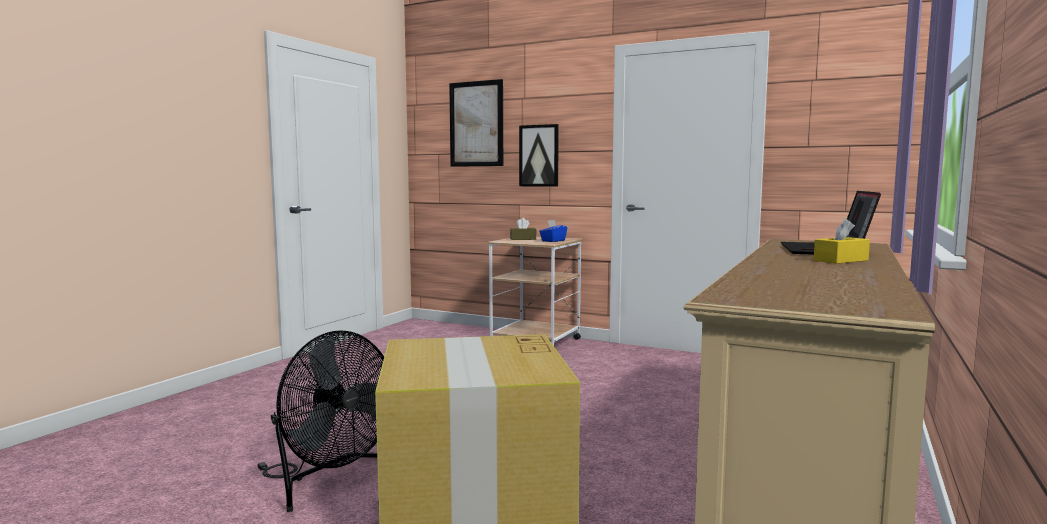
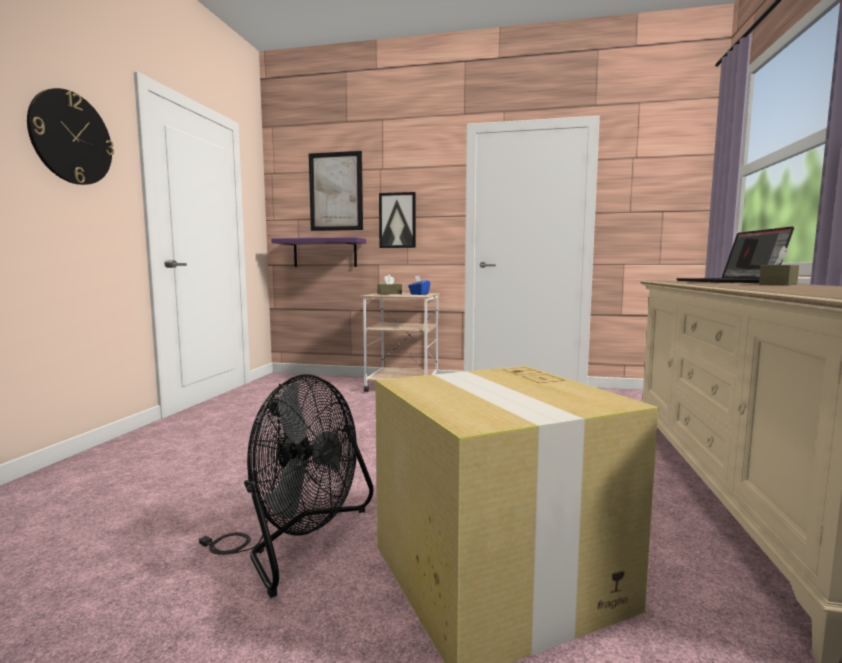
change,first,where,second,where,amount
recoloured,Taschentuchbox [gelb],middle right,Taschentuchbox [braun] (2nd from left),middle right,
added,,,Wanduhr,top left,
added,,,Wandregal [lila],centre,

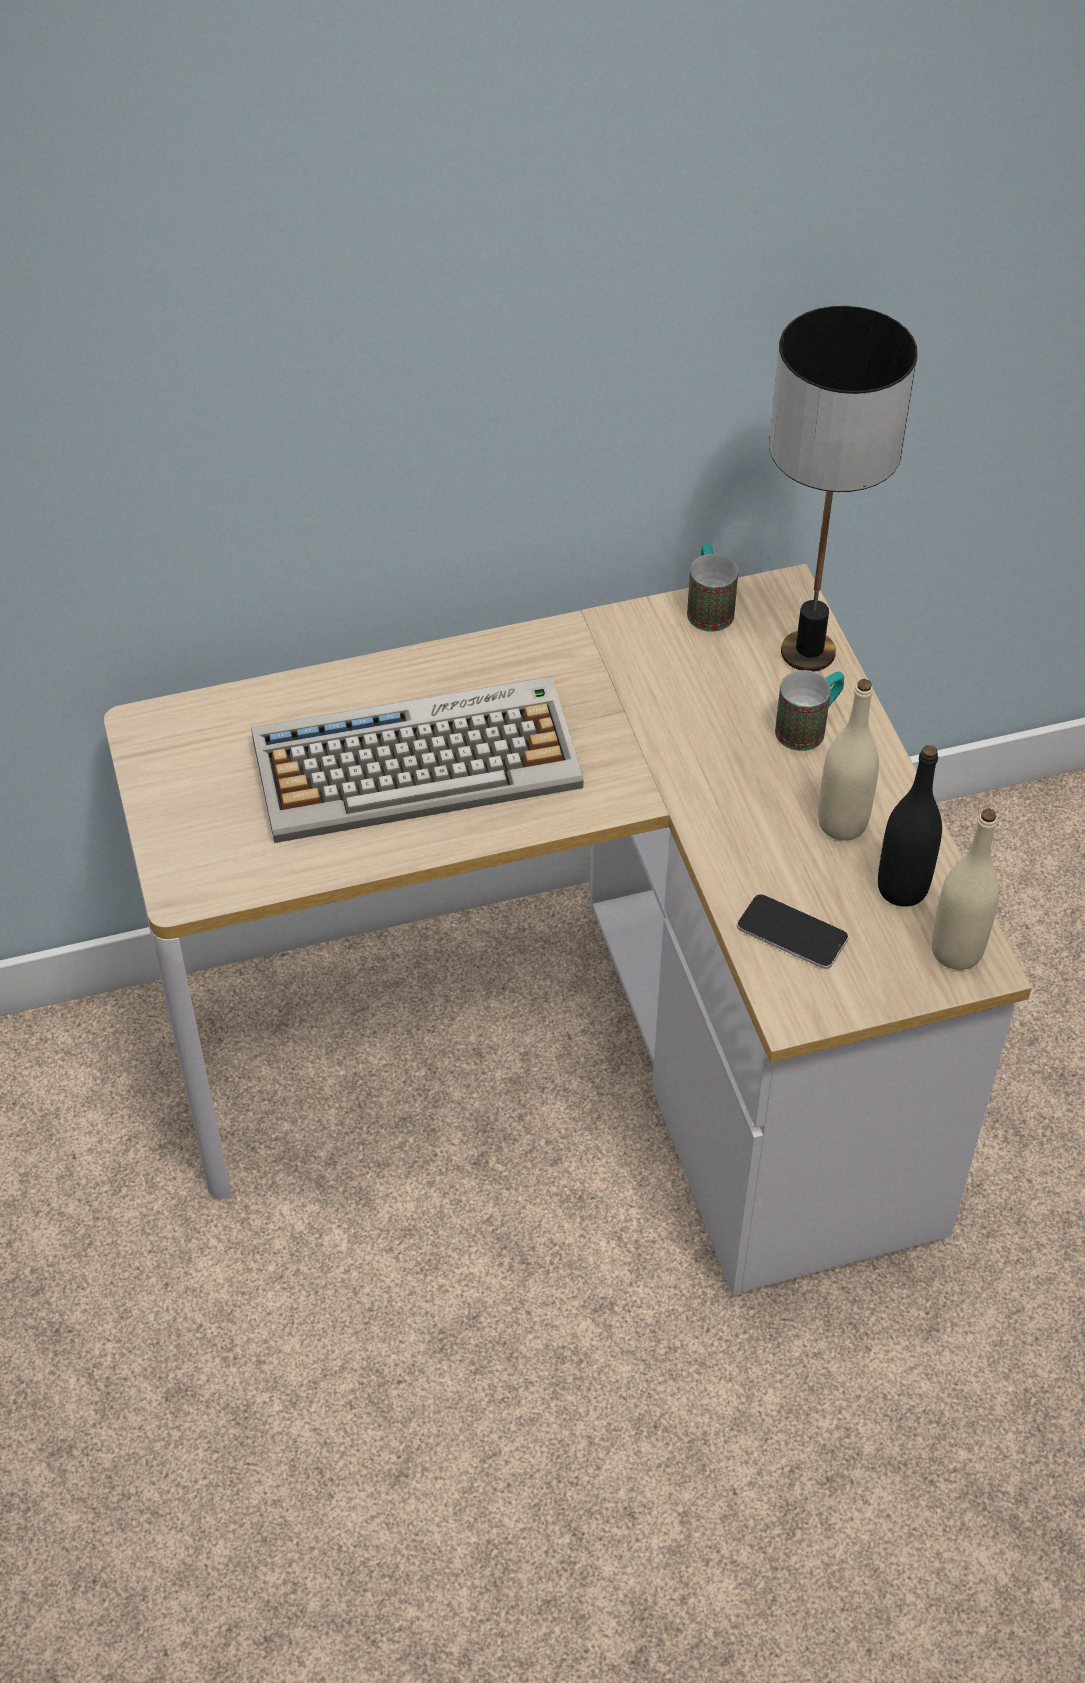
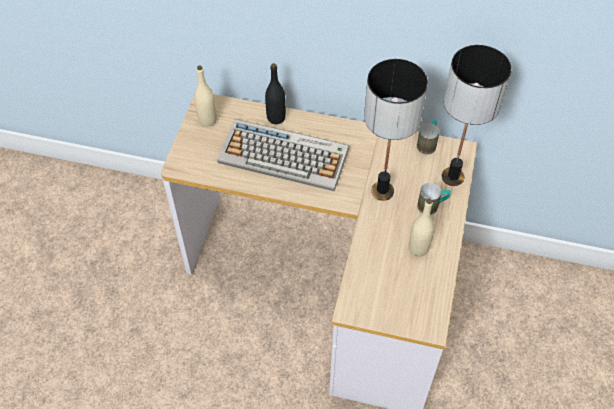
change,first,where,second,where,amount
moved,Flasche [schwarz],middle right,,top centre,
moved,Flasche [beige] (2nd from left in the first image),middle right,Flasche [beige] (1st from left),top centre,
removed,Handy,middle right,,,
added,,,Tischlampe (1st from left),top centre,

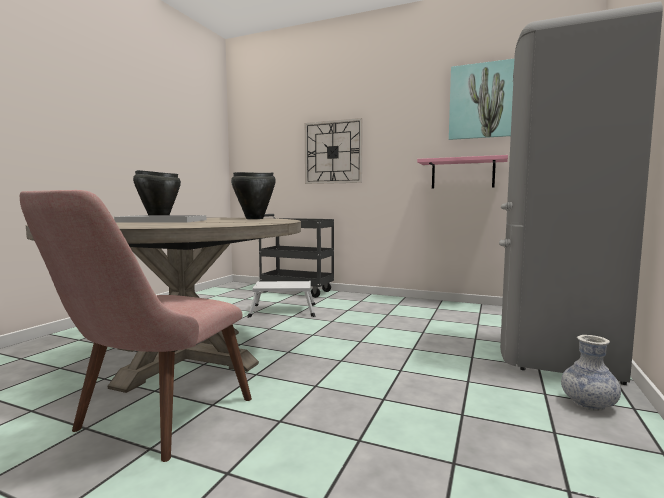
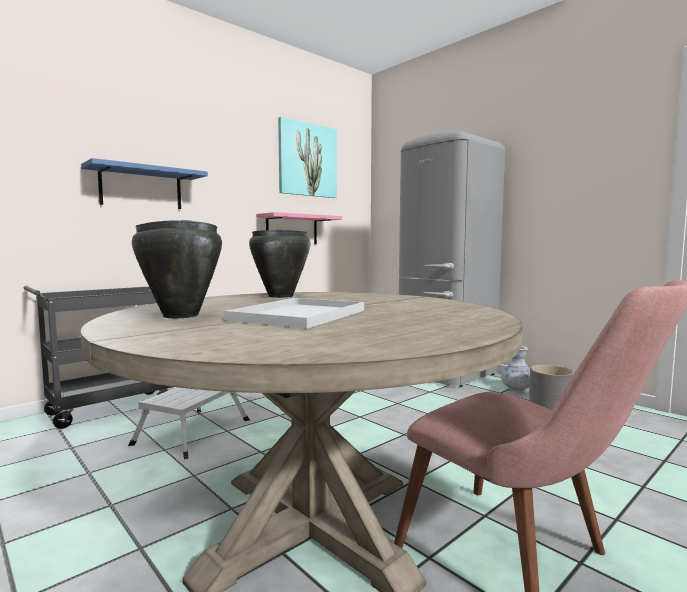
change,first,where,second,where,amount
replaced,Wanduhr,top centre,Wandregal [blau],top left,
added,,,Pflanzkübel [grau],middle right,

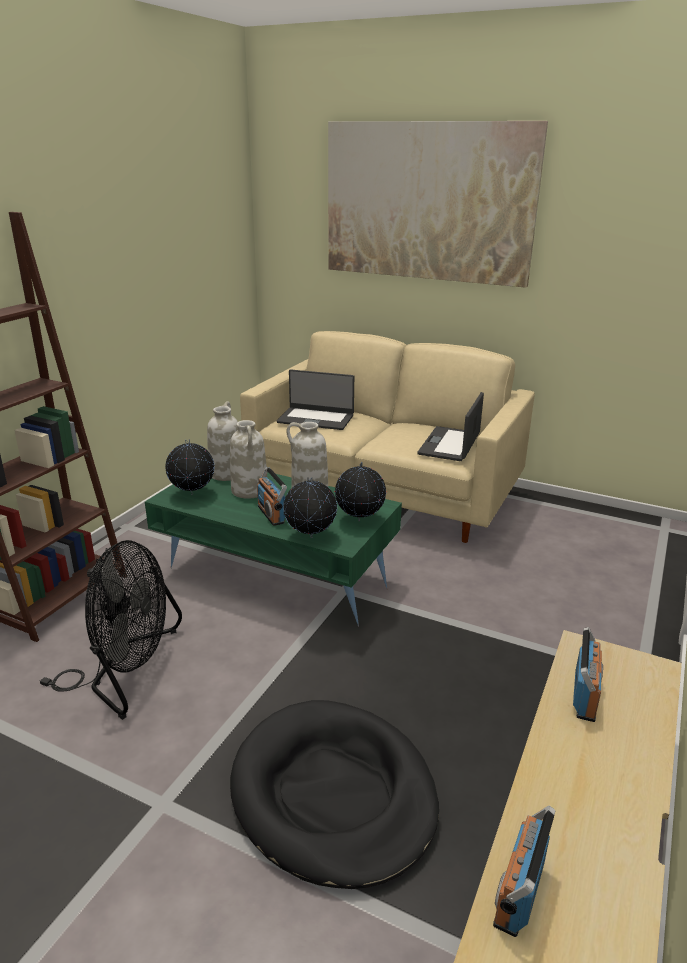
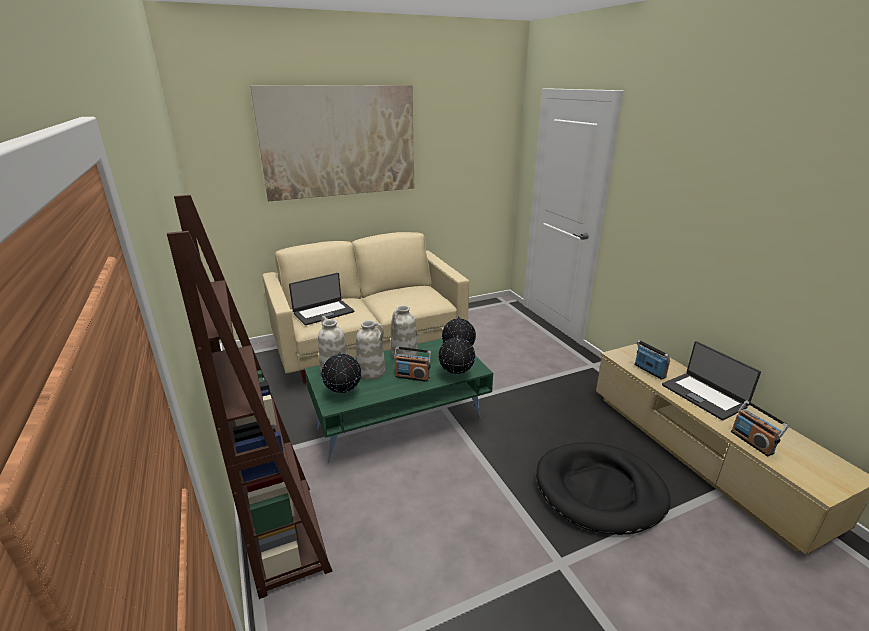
change,first,where,second,where,amount
moved,Laptop (2nd from left),centre,,middle right,
removed,Ventilator [schwarz],middle left,,,

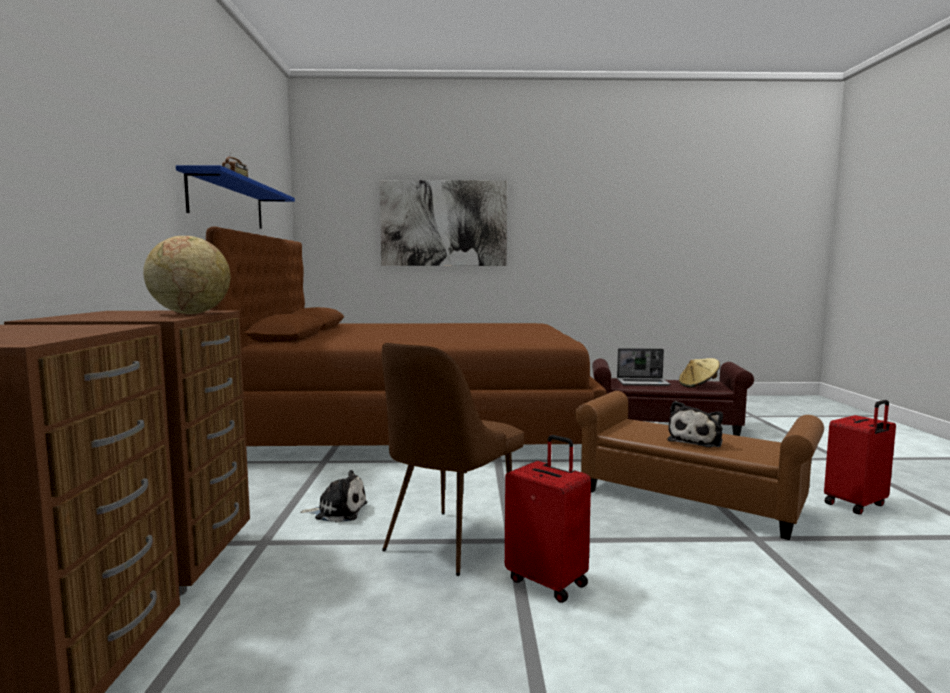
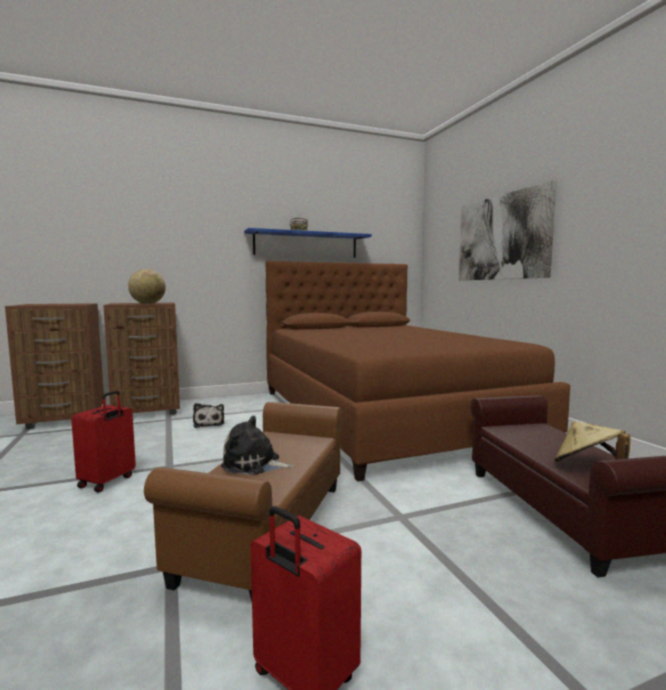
change,first,where,second,where,amount
removed,Stuhl [braun],centre,,,
removed,Laptop,middle right,,,

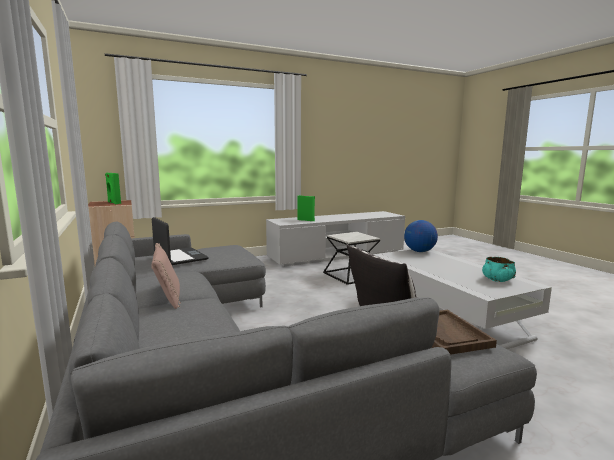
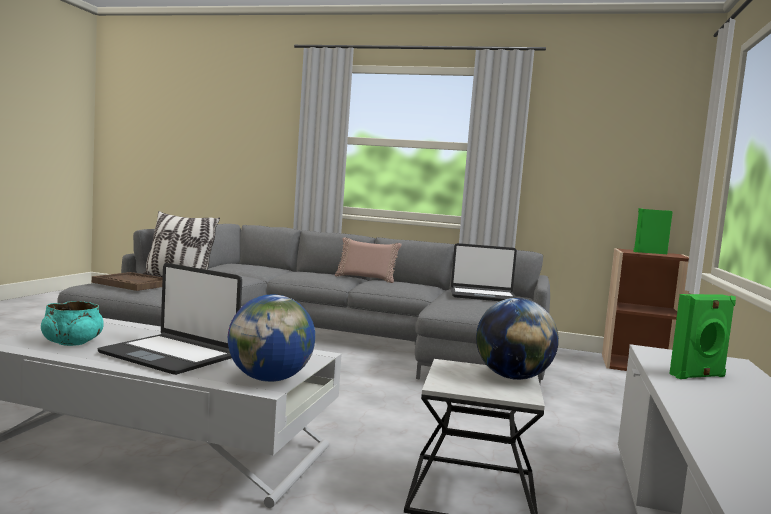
change,first,where,second,where,amount
added,,,Laptop (1st from left),middle left,
added,,,Globus (2nd from left),middle right,

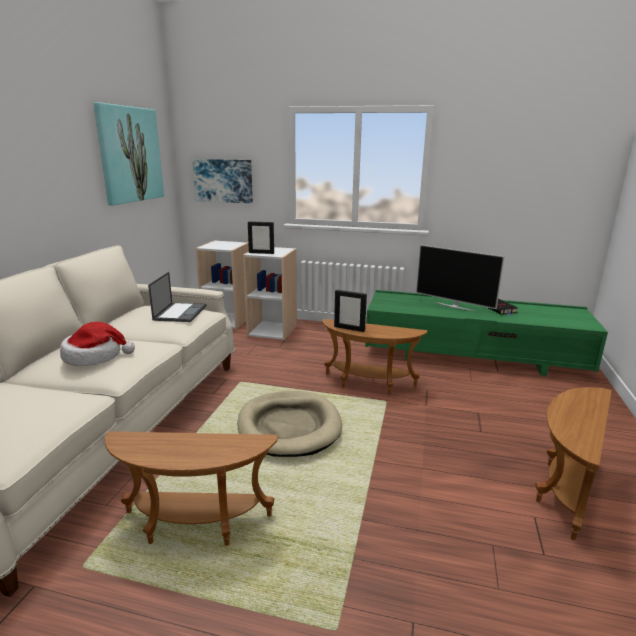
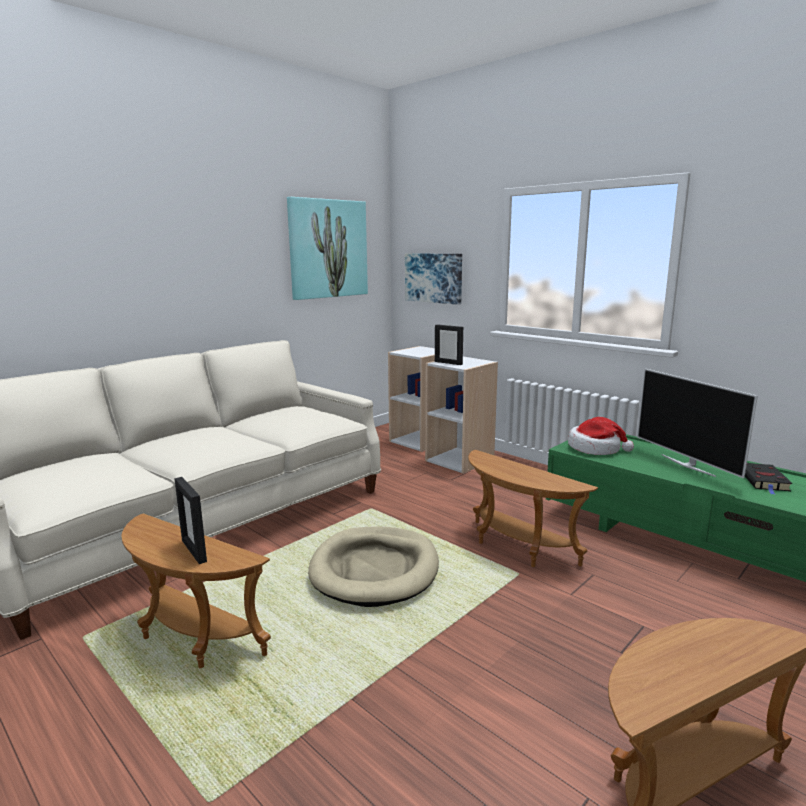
change,first,where,second,where,amount
removed,Laptop,middle left,,,
moved,Bilderrahmen (2nd from left in the first image),centre,Bilderrahmen (1st from left),middle left,
moved,Hut,middle left,,middle right,

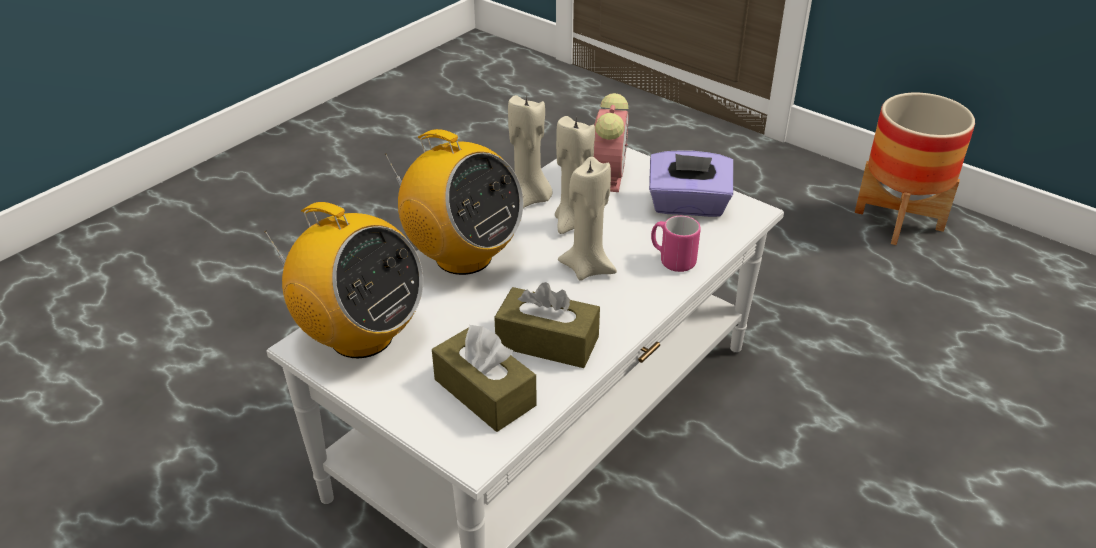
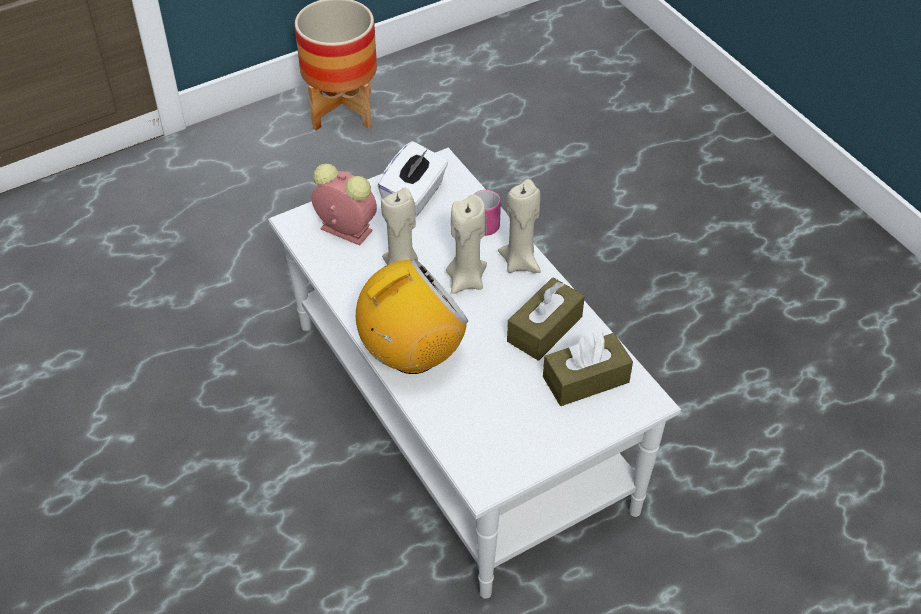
change,first,where,second,where,amount
moved,Kerze [beige] (1st from left in the first image),top centre,Kerze [beige] (3rd from left),centre,
recoloured,Taschentuchbox [lila],centre,Taschentuchbox [weiß],top centre,
removed,Radio (1st from left),middle left,,,

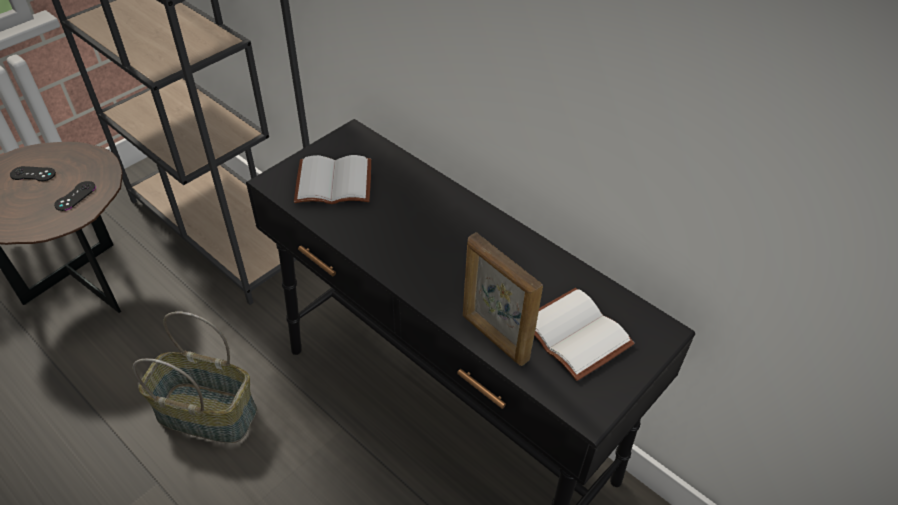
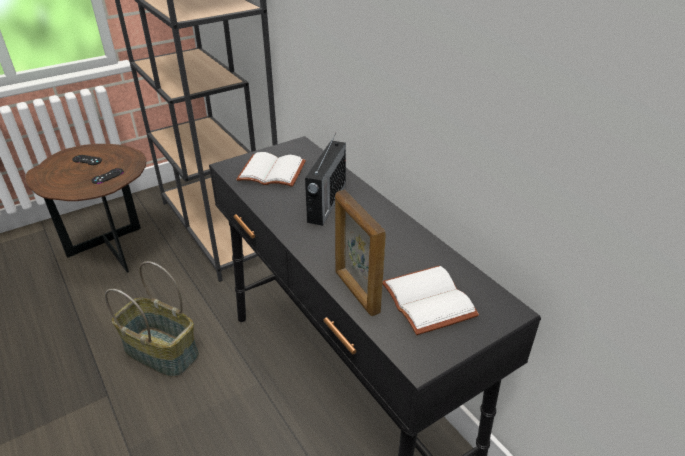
change,first,where,second,where,amount
added,,,Radio,centre,

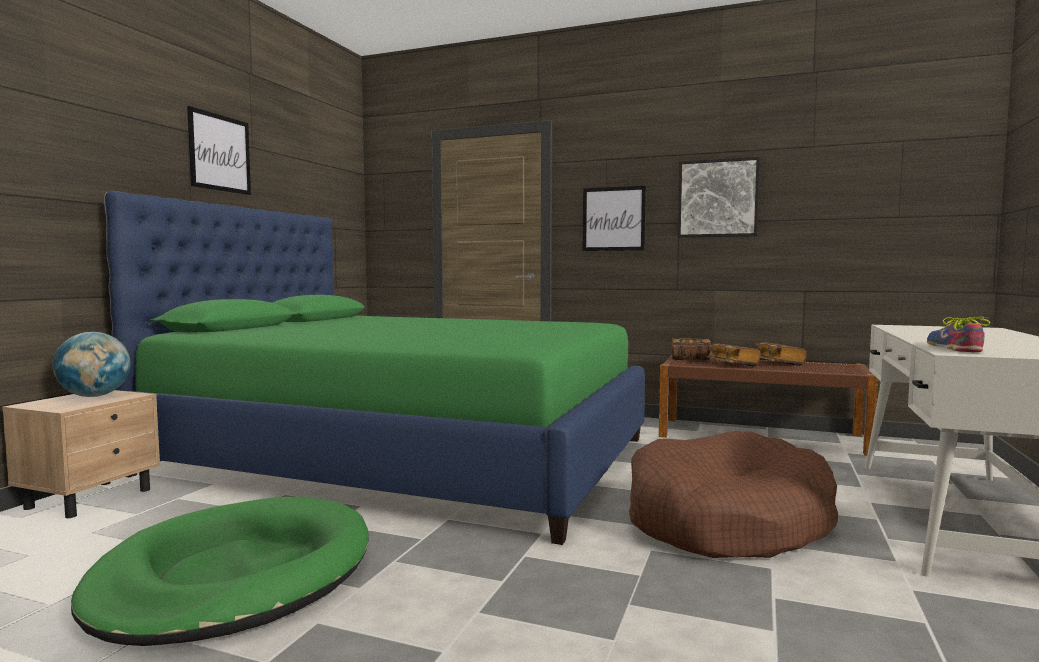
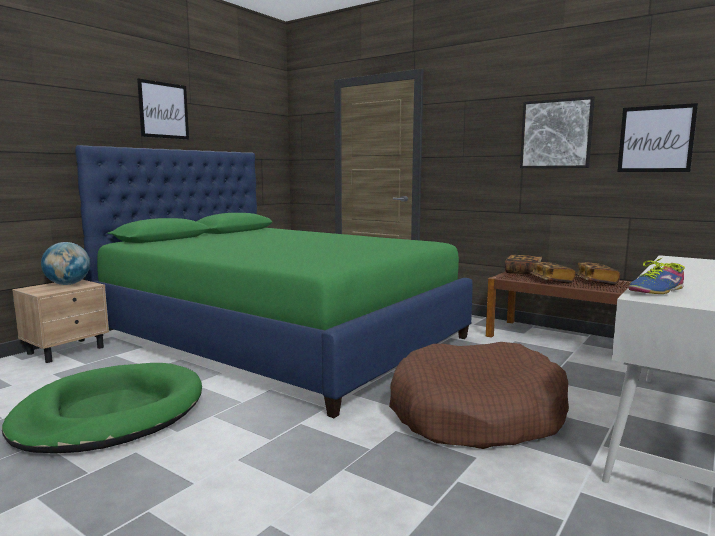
change,first,where,second,where,amount
moved,Bild (2nd from left in the first image),top centre,Bild (3rd from left),top right,
turned,Schuh,middle right,,middle right,150 degrees counterclockwise

